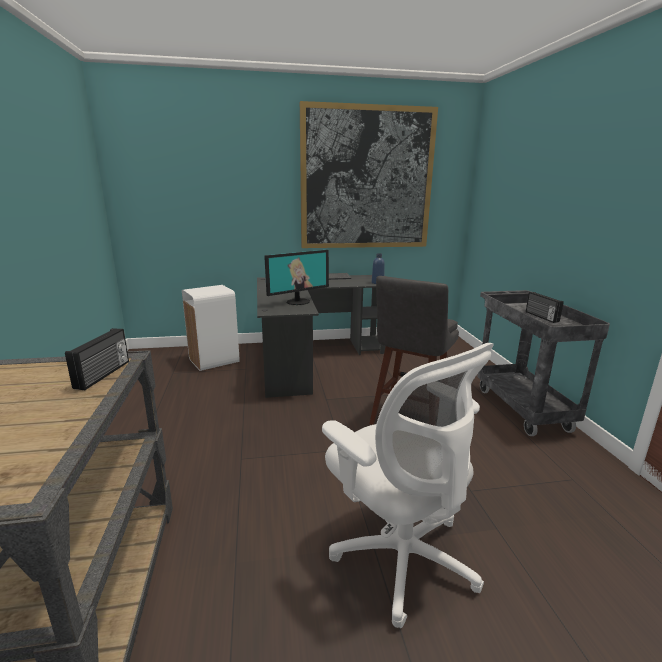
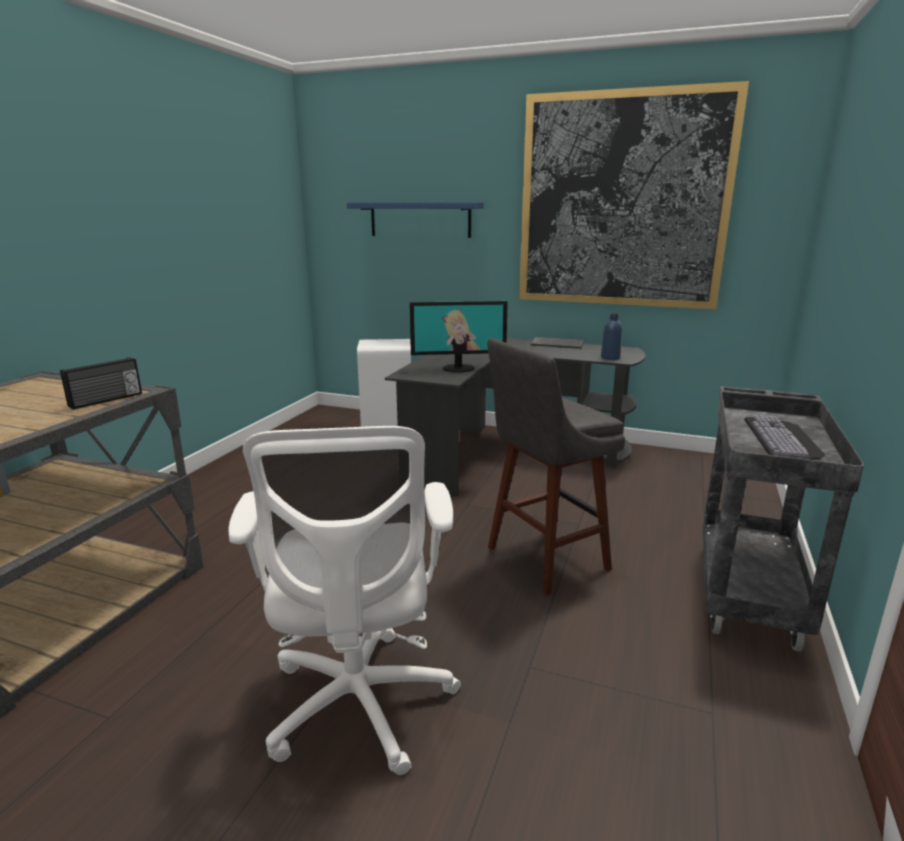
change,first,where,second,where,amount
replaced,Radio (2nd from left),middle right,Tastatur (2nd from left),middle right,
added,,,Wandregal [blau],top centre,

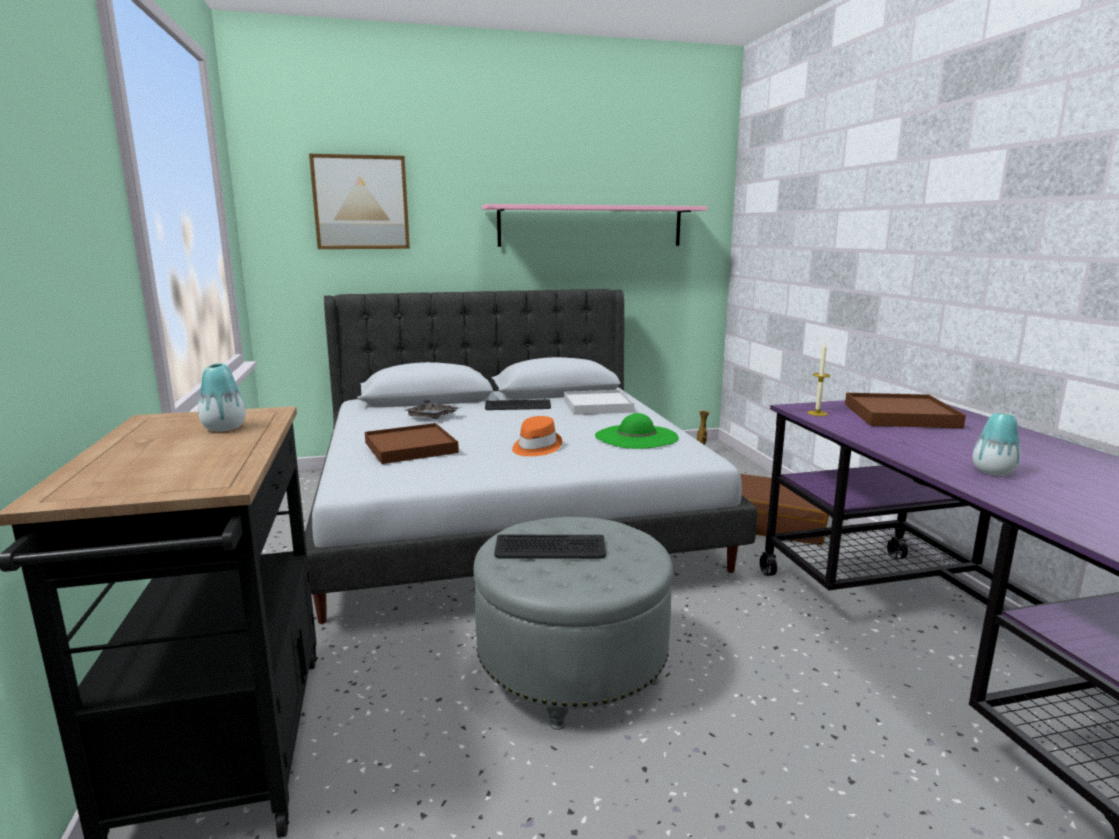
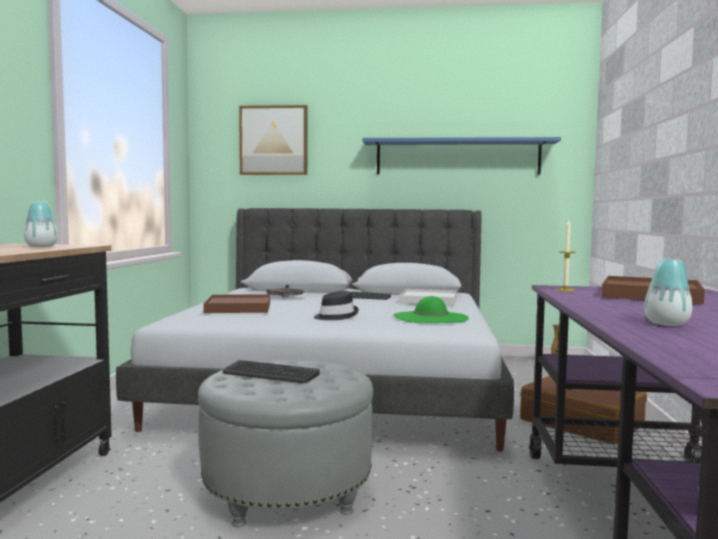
change,first,where,second,where,amount
recoloured,Wandregal [rosa],top centre,Wandregal [blau],top centre,
recoloured,Hut [orange],centre,Hut [schwarz],centre,

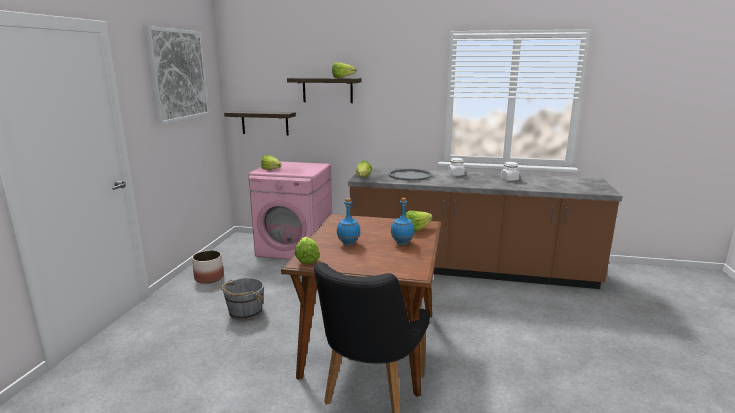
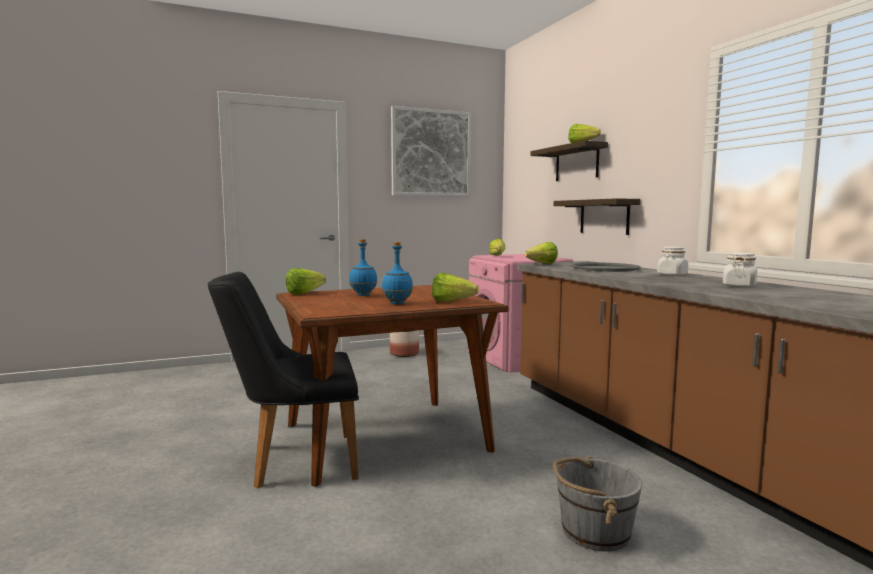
change,first,where,second,where,amount
moved,Wandregal (1st from left in the first image),top centre,Wandregal (2nd from left),middle right,
moved,Eimer [grau],bottom left,,bottom right,

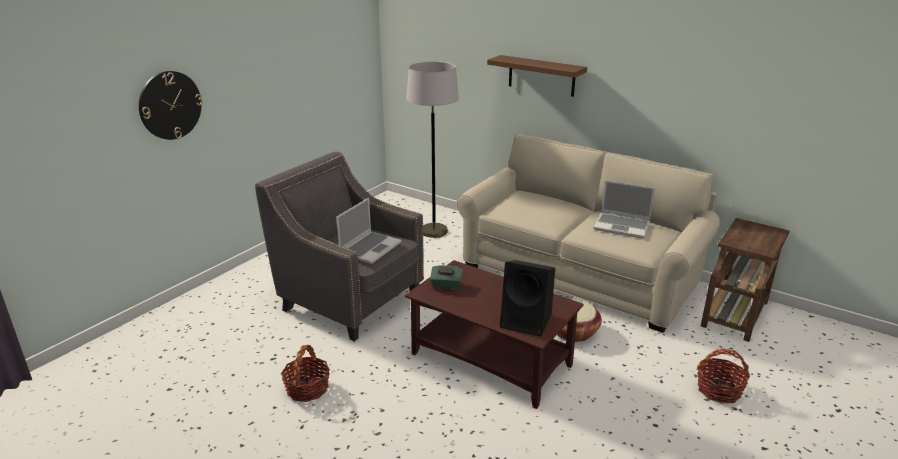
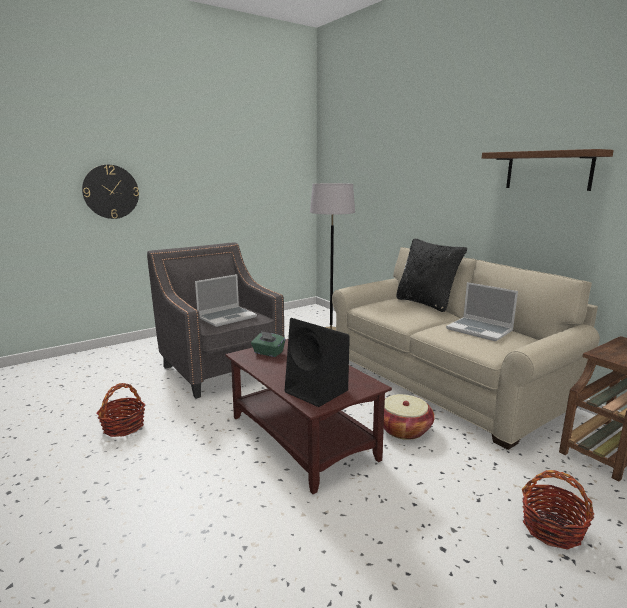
change,first,where,second,where,amount
moved,Wandregal [braun],top centre,,top right,
added,,,Kissen [schwarz],middle right,

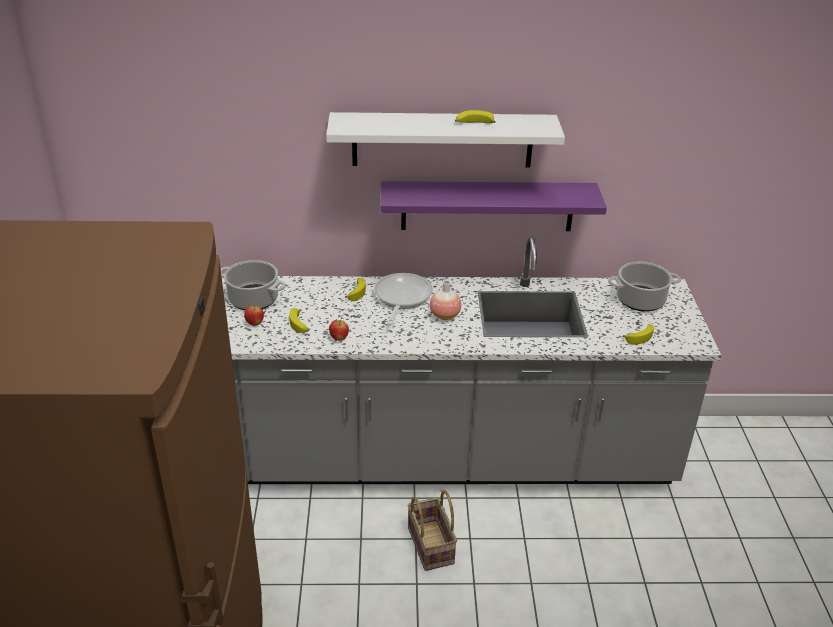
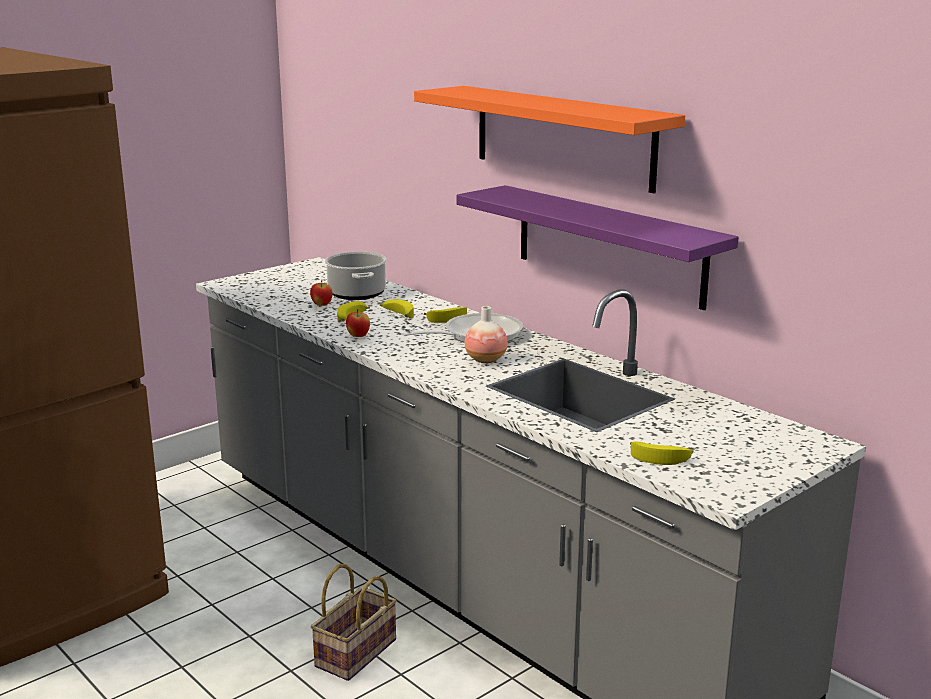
change,first,where,second,where,amount
moved,Banane (3rd from left in the first image),top centre,Banane (2nd from left),centre,
recoloured,Wandregal [weiß],top centre,Wandregal [orange],top centre,
removed,Kochtopf (2nd from left),middle right,,,

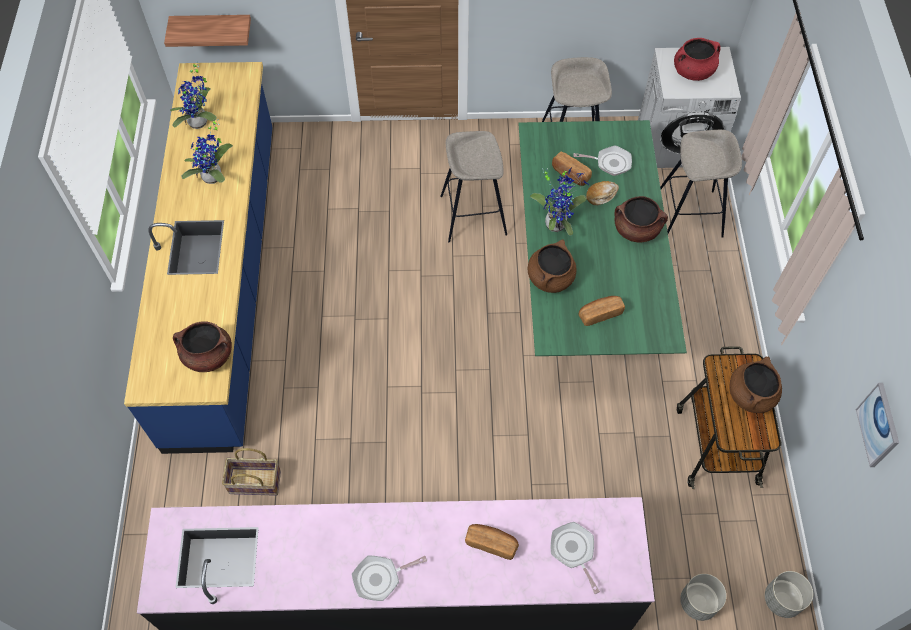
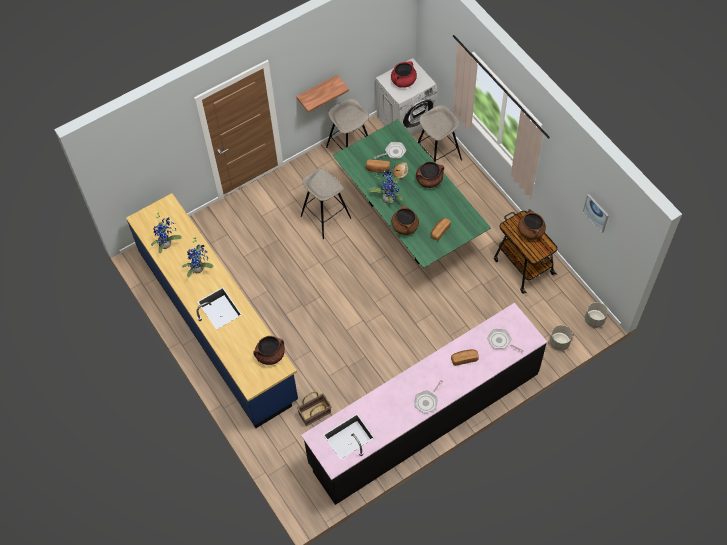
change,first,where,second,where,amount
moved,Wandregal,top left,,top centre,

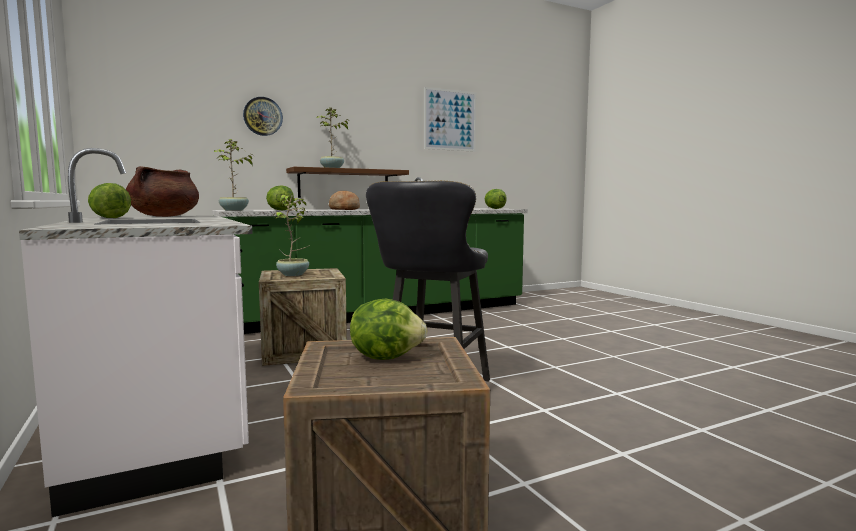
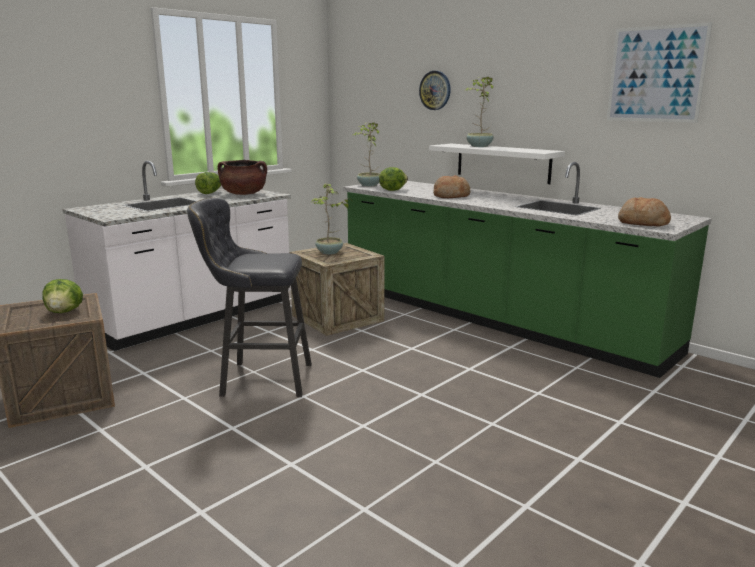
change,first,where,second,where,amount
recoloured,Wandregal [braun],centre,Wandregal [weiß],top centre,
replaced,Salatkopf (4th from left),centre,Brot (2nd from left),middle right,

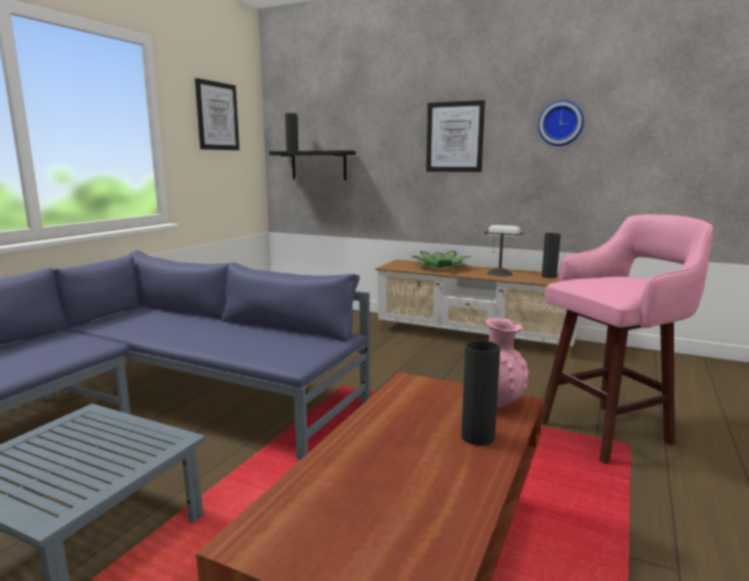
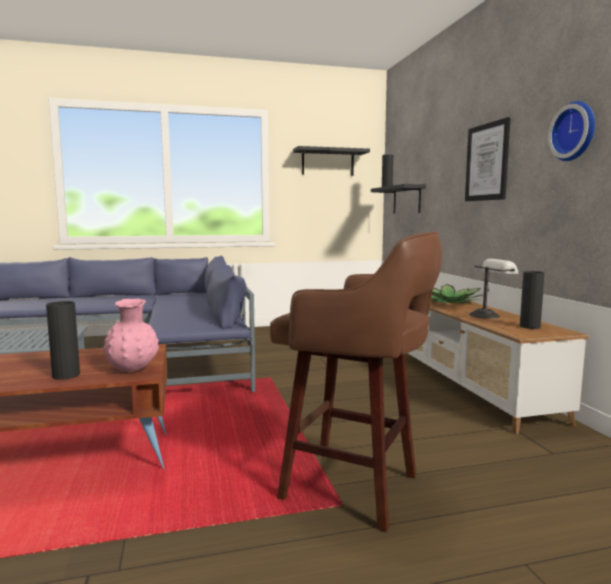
change,first,where,second,where,amount
replaced,Bild (1st from left),top left,Wandregal [schwarz] (1st from left),top centre,
recoloured,Hocker [rosa],middle right,Hocker [braun],centre,

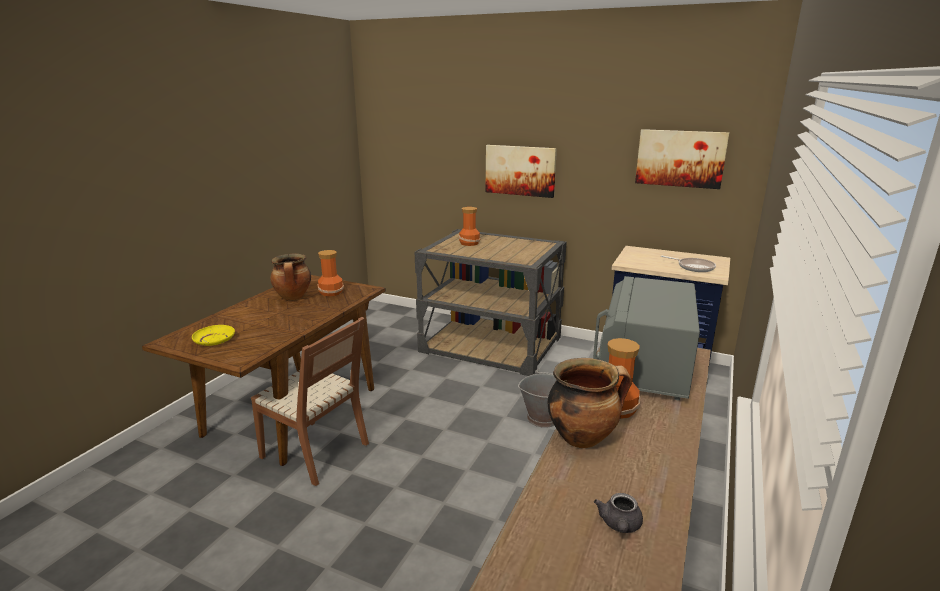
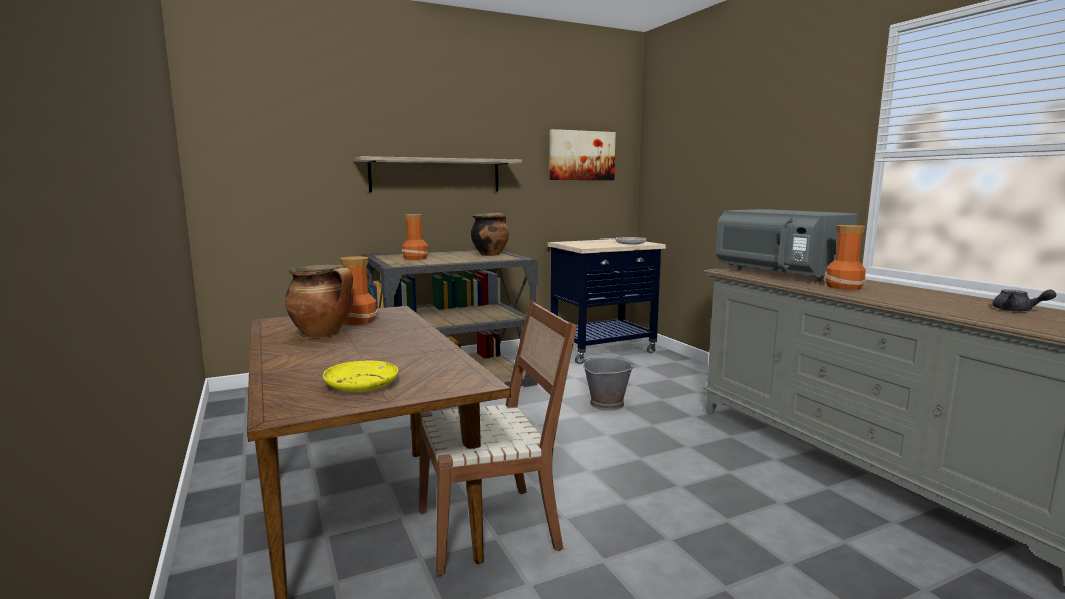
change,first,where,second,where,amount
replaced,Bild (1st from left),top centre,Wandregal,top centre,
moved,Kochtopf (2nd from left),bottom centre,,centre,

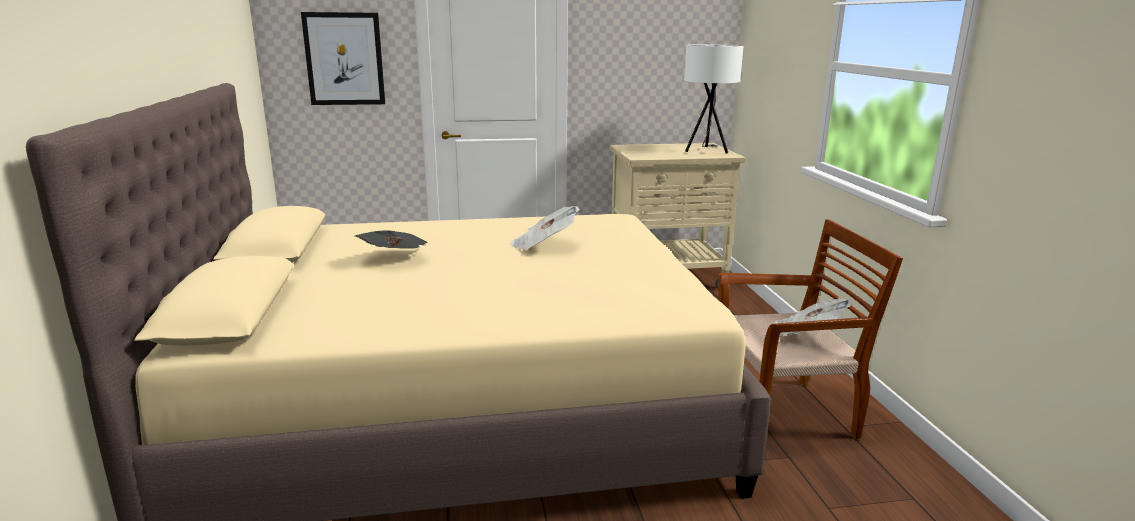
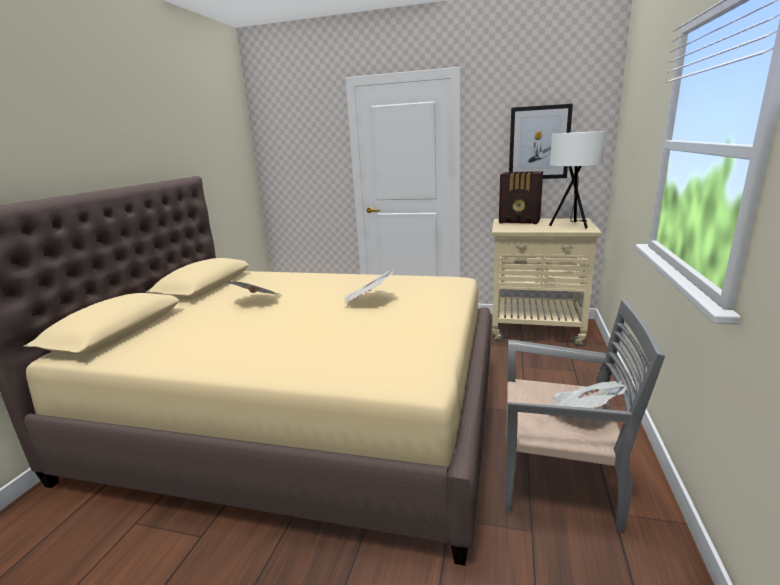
change,first,where,second,where,amount
moved,Bild,top left,,top right,
recoloured,Sessel [braun],middle right,Sessel [grau],bottom right,
added,,,Radio,middle right,

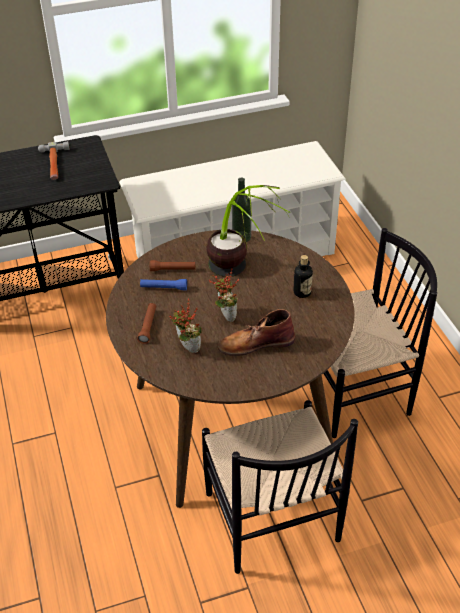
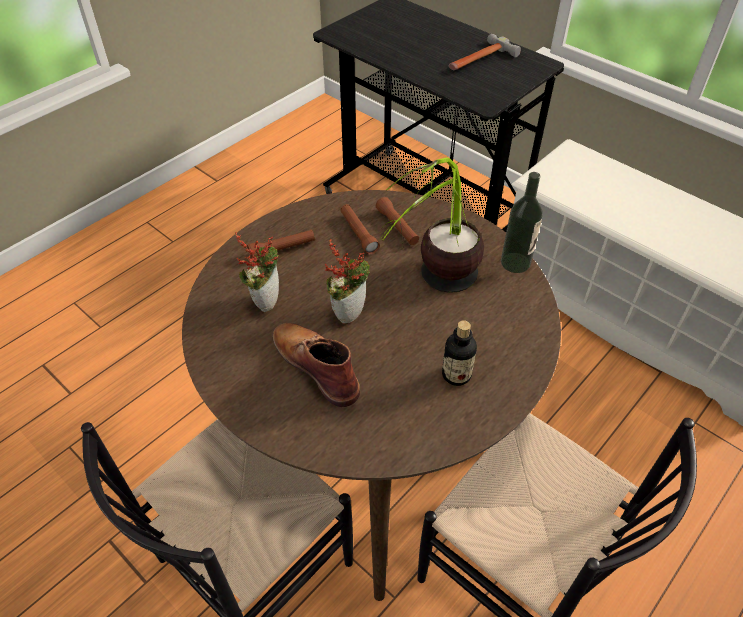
change,first,where,second,where,amount
recoloured,Taschenlampe [blau],centre,Taschenlampe [braun] (2nd from left),centre,

